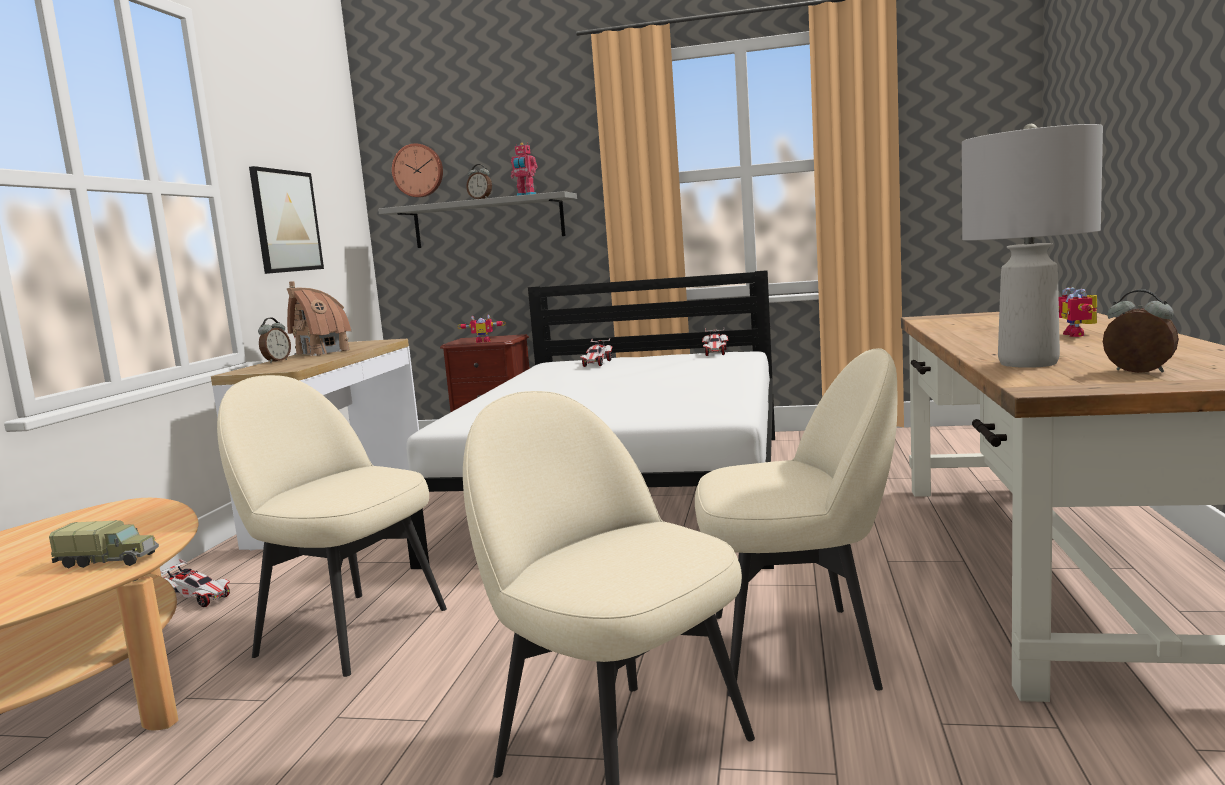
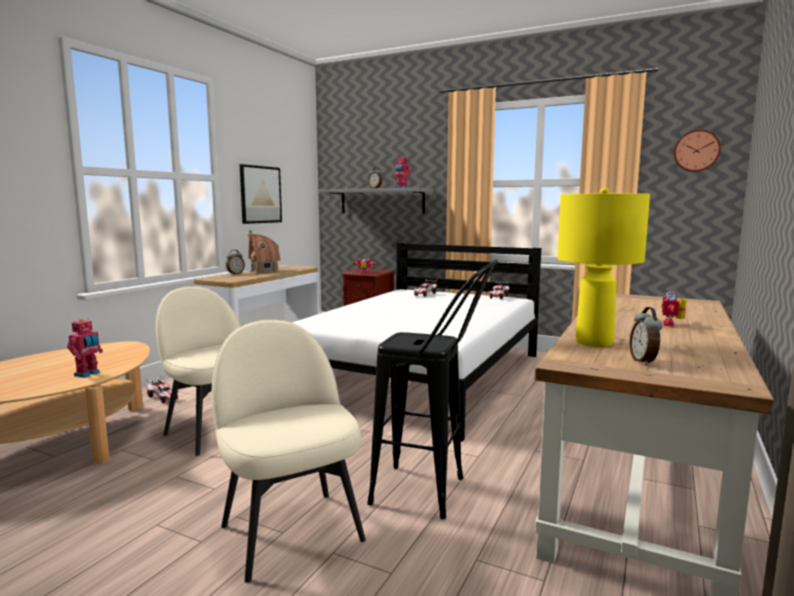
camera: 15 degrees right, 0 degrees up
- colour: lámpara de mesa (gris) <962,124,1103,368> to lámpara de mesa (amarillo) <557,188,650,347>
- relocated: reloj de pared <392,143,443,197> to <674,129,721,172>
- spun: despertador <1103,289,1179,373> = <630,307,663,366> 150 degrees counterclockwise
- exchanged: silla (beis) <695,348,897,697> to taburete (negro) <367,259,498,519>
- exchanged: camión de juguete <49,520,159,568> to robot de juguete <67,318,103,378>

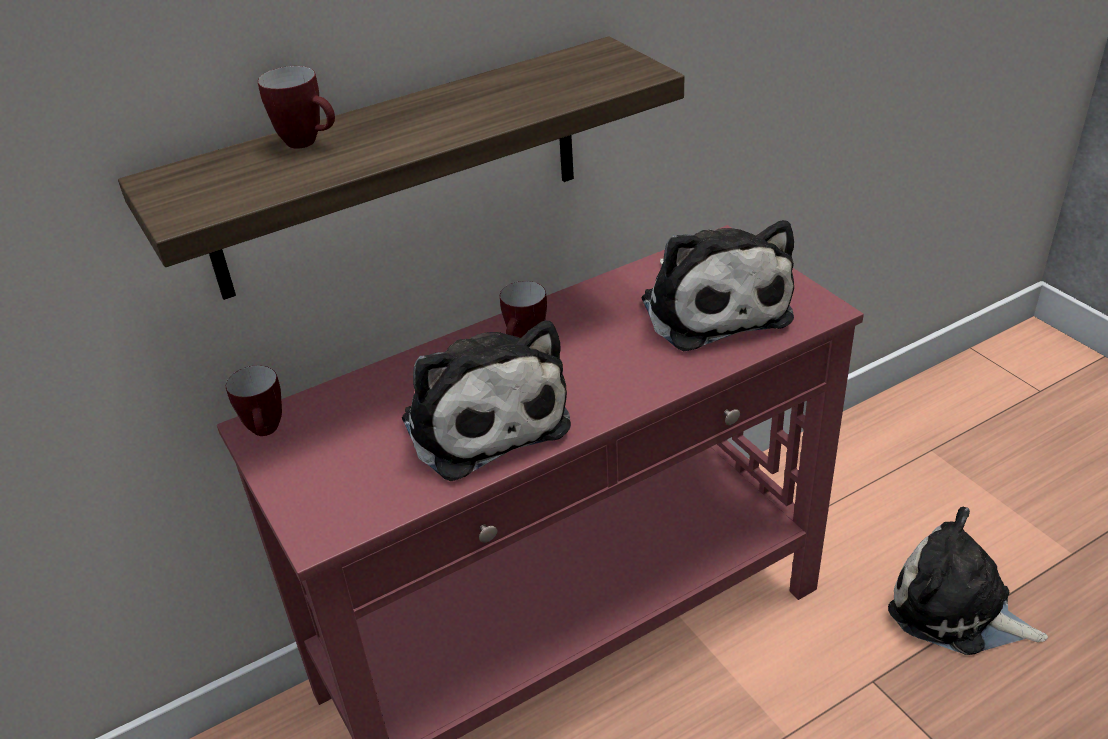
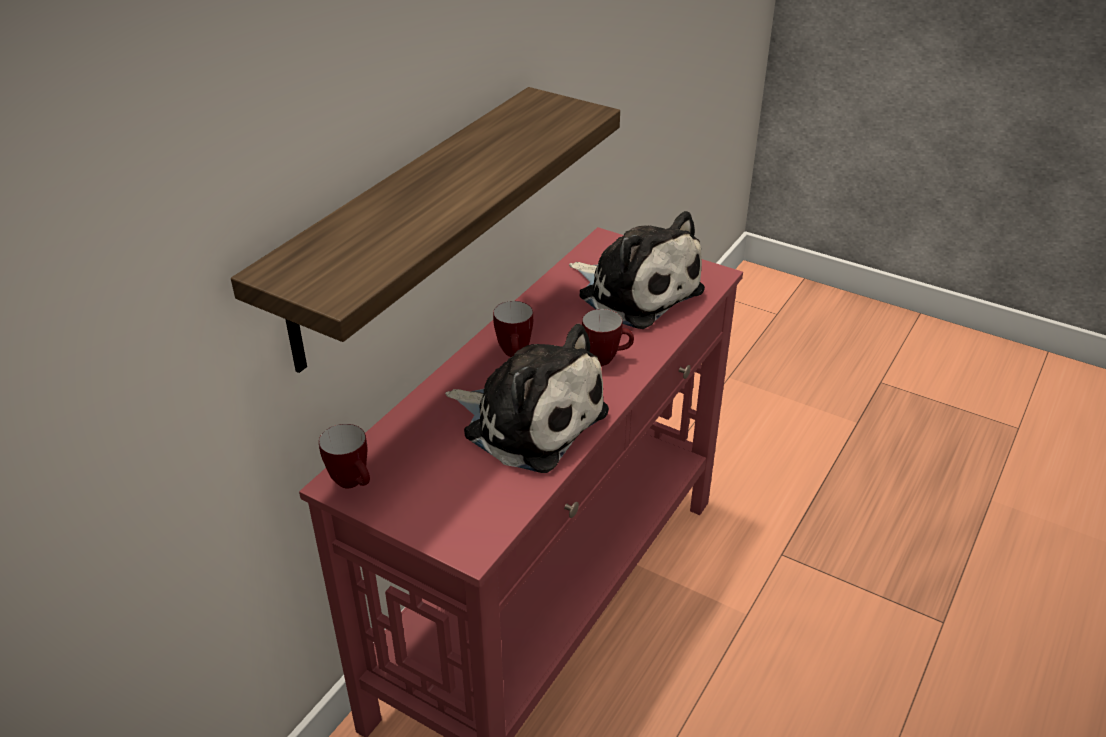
camera: 30 degrees left, 0 degrees up
- relocated: taza grande <258,66,335,149> to <582,309,634,366>
- missing: peluche <888,507,1048,655>

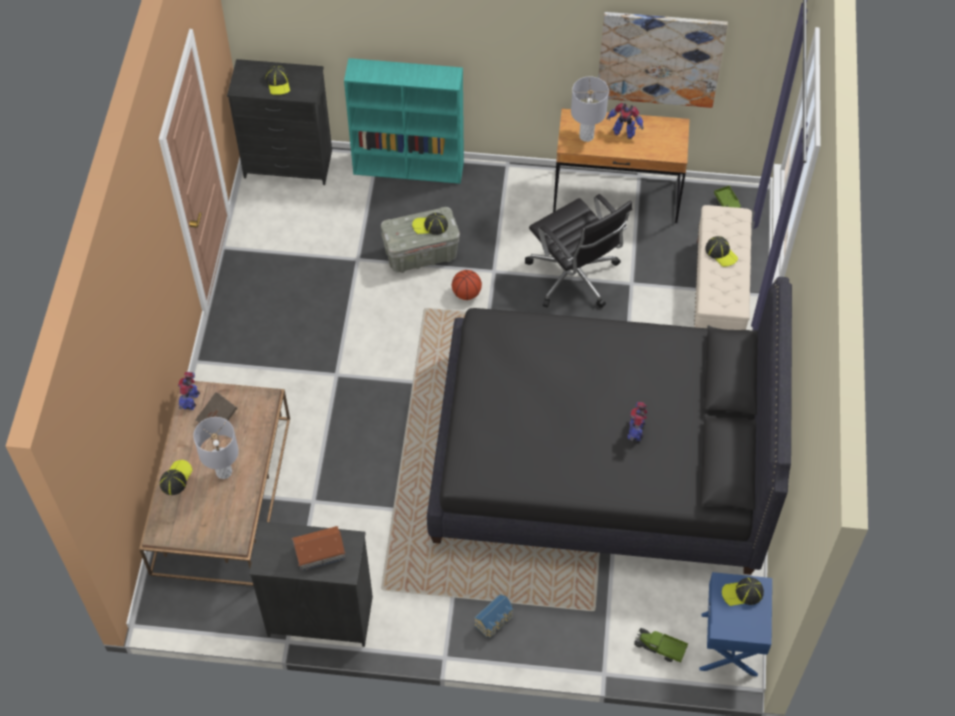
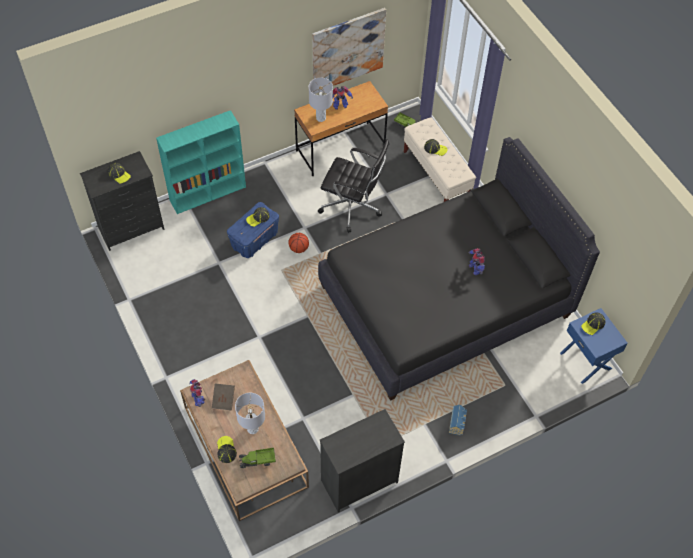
camera: 35 degrees left, 0 degrees up
- colour: caja de almacenaje (gris) <381,207,460,273> to caja de almacenaje (azul) <227,202,279,258>
- missing: casita <291,526,346,571>
- relocated: camión de juguete <634,628,688,663> to <239,448,276,468>

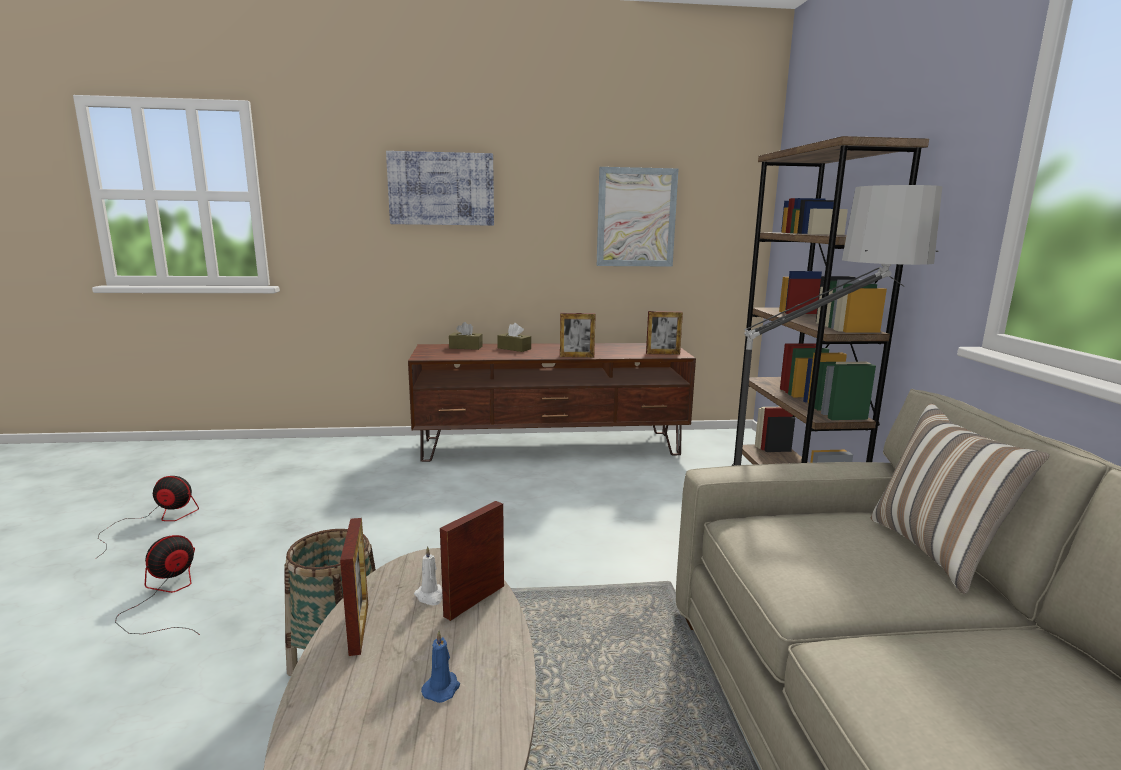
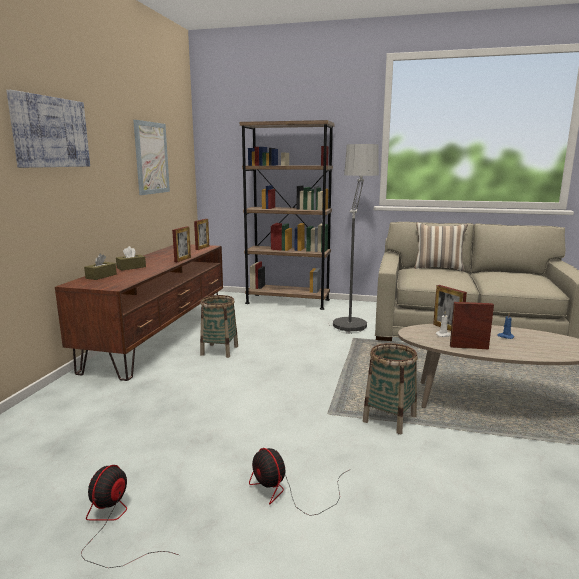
camera: 70 degrees left, 0 degrees up
- appeared: cesta <200,295,238,358>

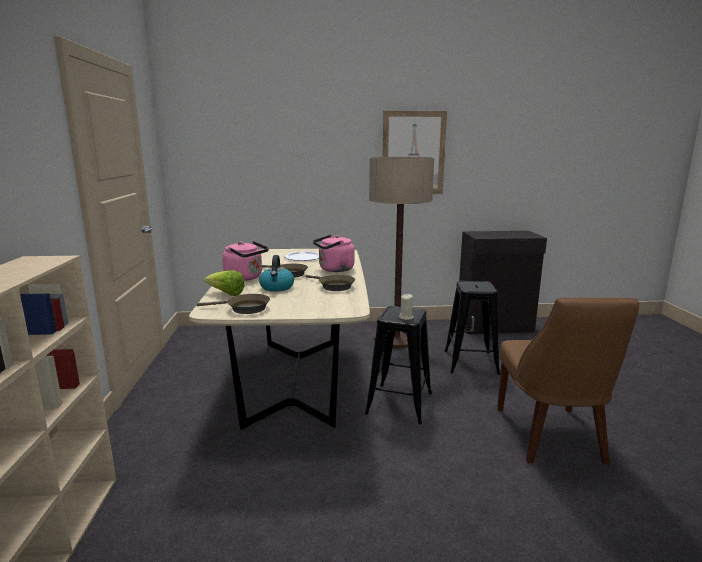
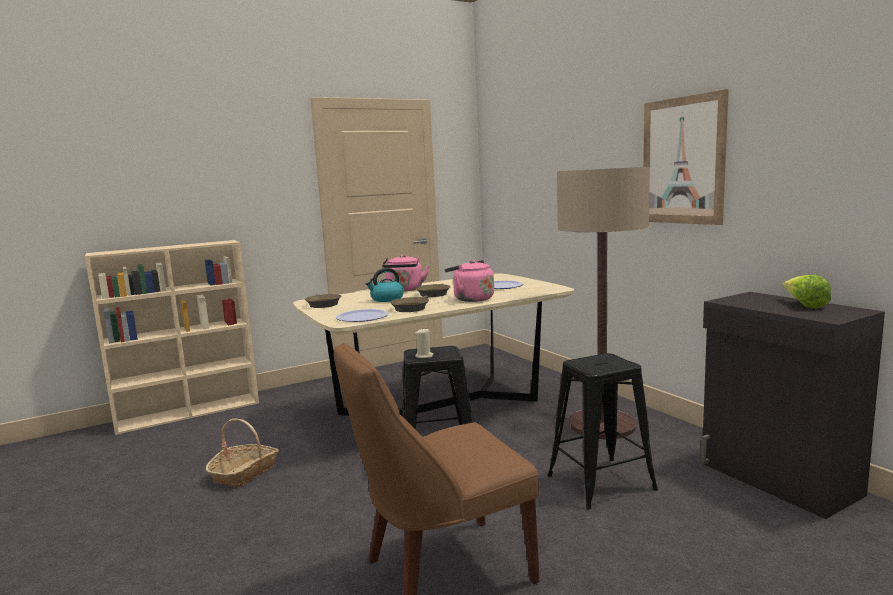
camera: 65 degrees right, 5 degrees down
- relocated: lechuga <204,270,244,296> to <782,275,831,309>
- appeared: plato <336,309,389,322>
- appeared: cesta <206,418,279,488>

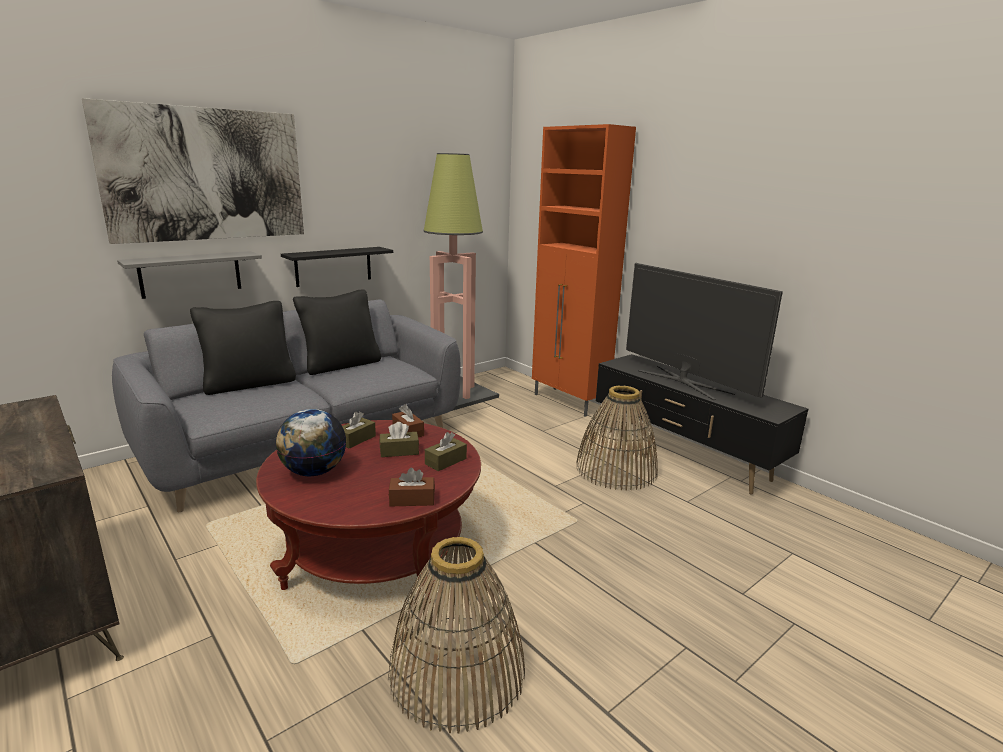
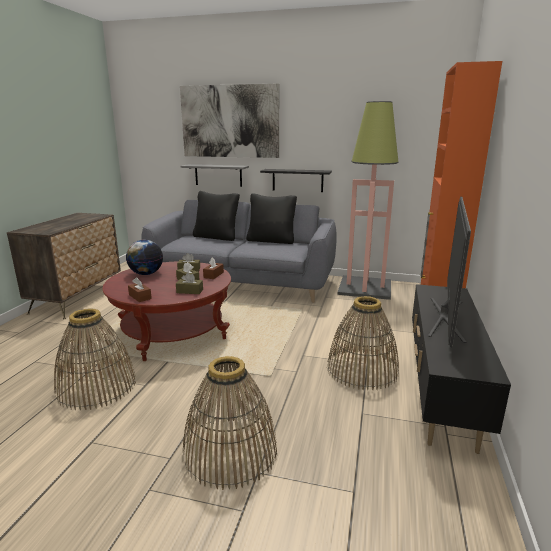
camera: 55 degrees right, 0 degrees up
- appeared: cesta <183,356,277,490>

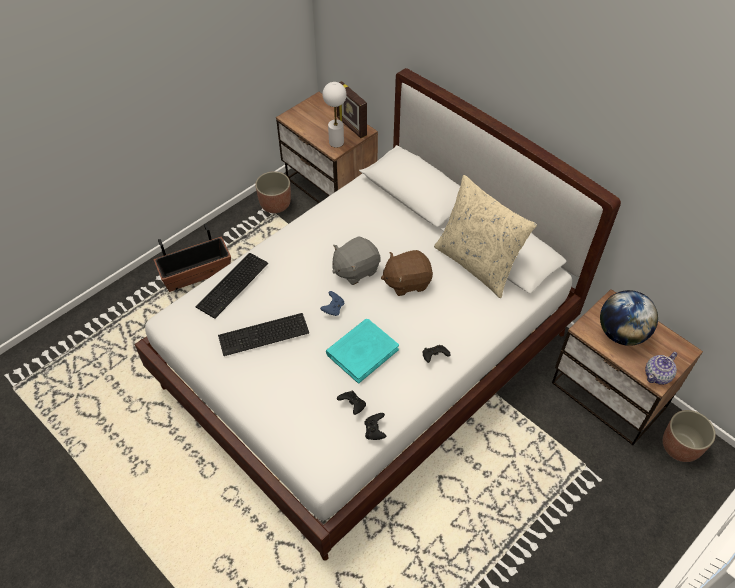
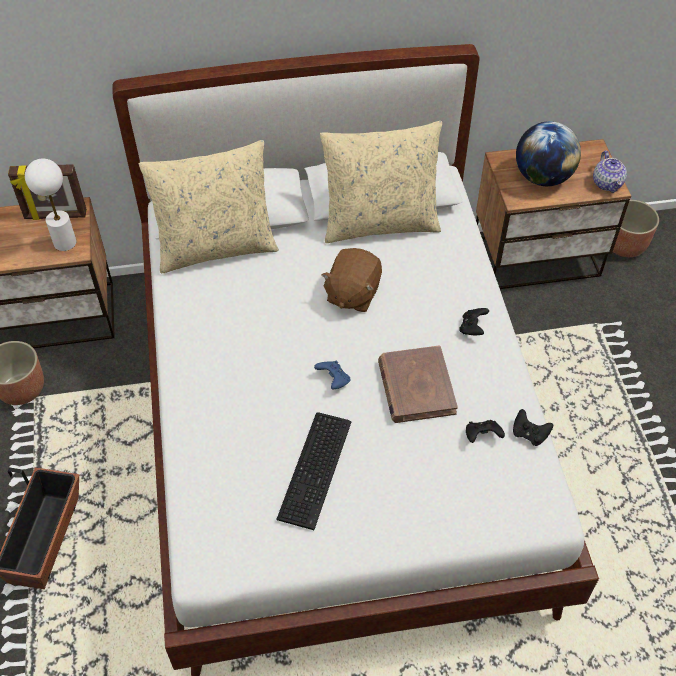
camera: 55 degrees left, 0 degrees up
- missing: peluche (gris) <332,236,381,285>
- missing: teclado <196,253,268,319>
- colour: libro (turquesa) <326,319,399,383> to libro (marrón) <378,345,458,423>
- appeared: cojín (beis) <139,140,279,273>

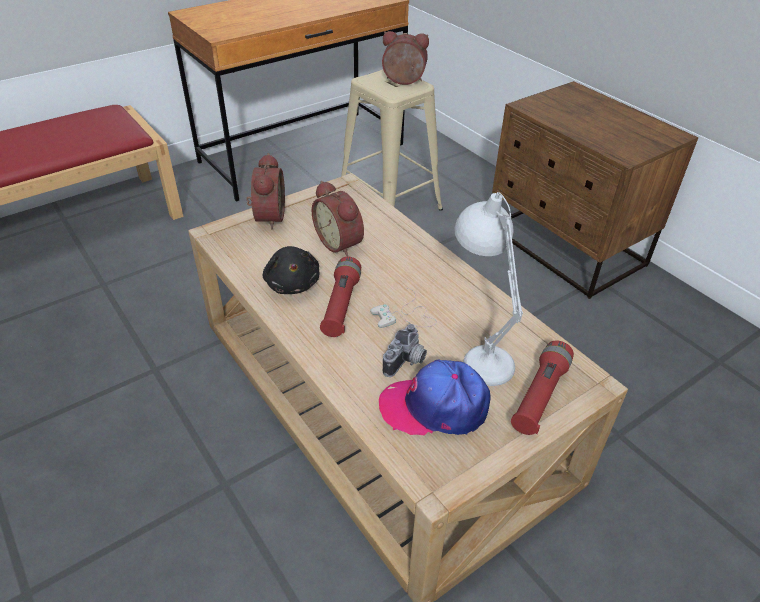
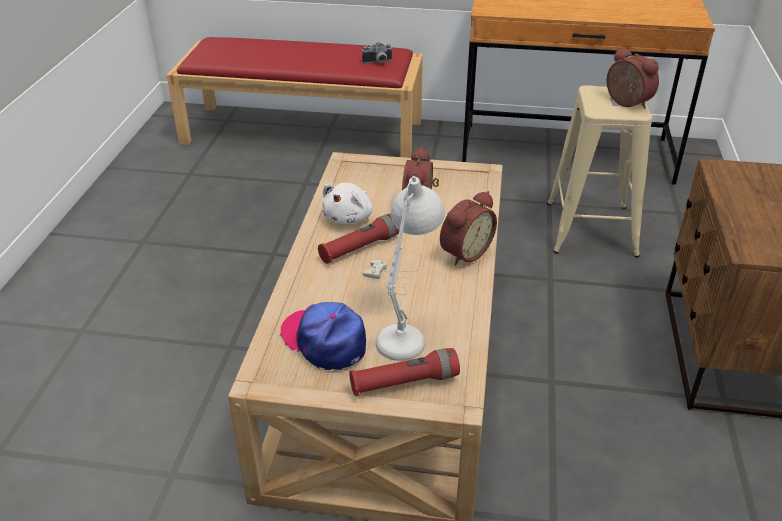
camera: 45 degrees right, 5 degrees down
- relocated: despertador <246,153,285,229> to <440,191,497,266>
- colour: peluche (negro) <263,246,319,294> to peluche (blanco) <322,183,373,224>
- relocated: cámara <383,324,427,377> to <362,42,392,63>

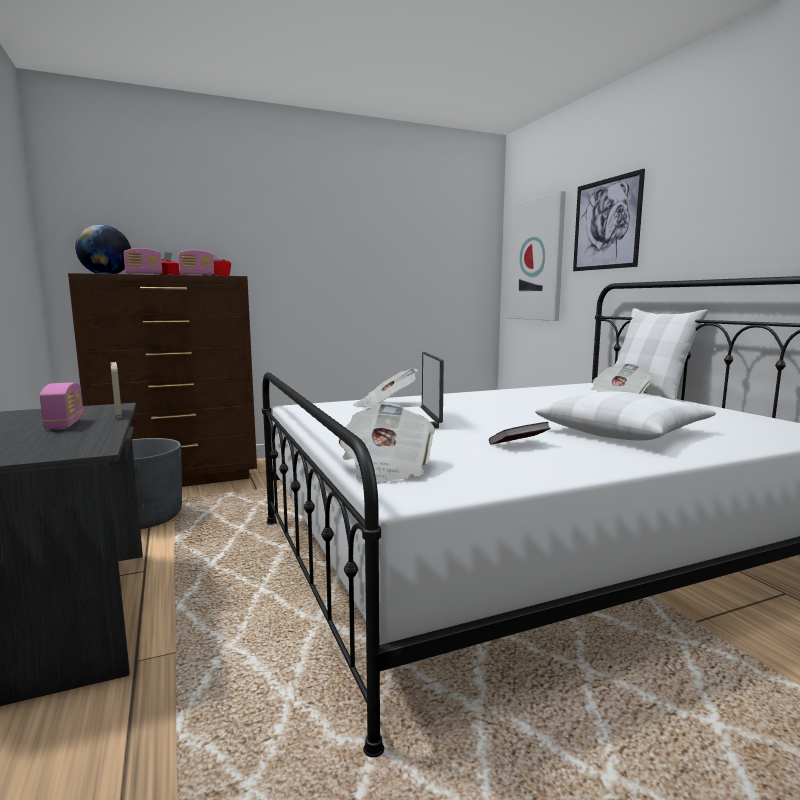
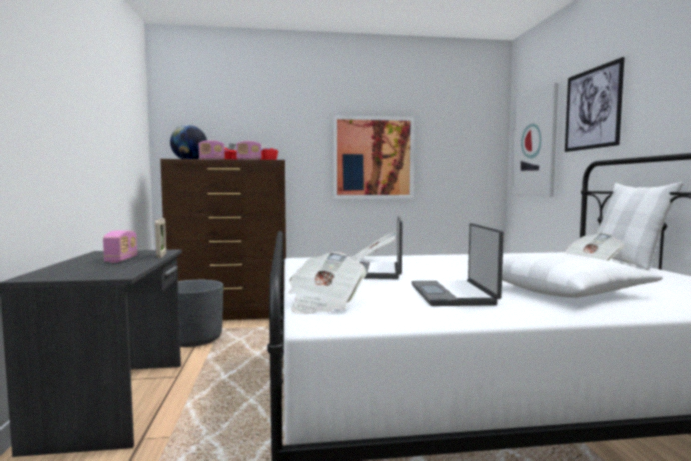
camera: 15 degrees right, 5 degrees down
- exchanged: libro <489,422,550,445> to portátil <411,223,504,306>
- appeared: cuadro <333,115,414,199>

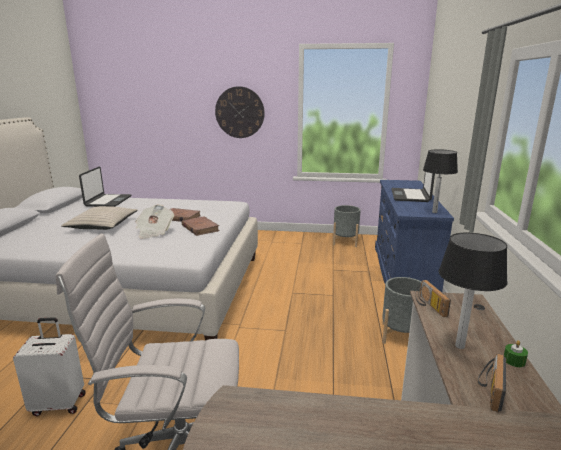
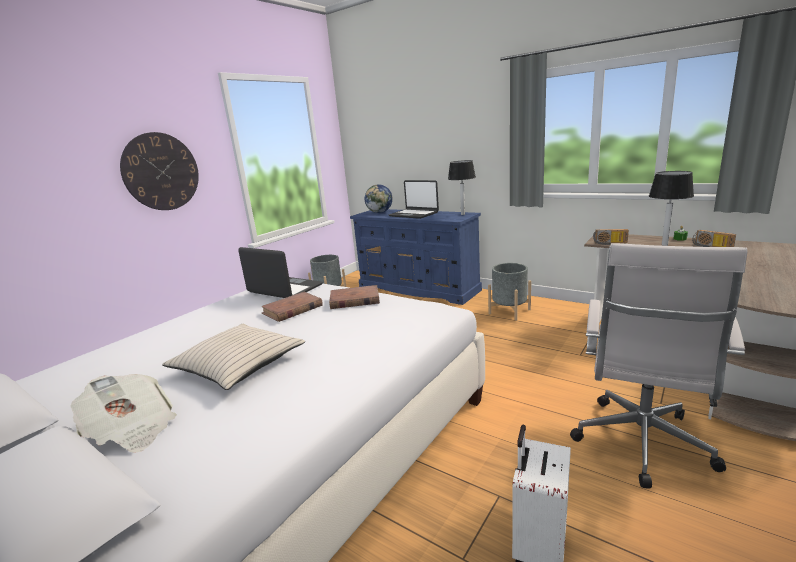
camera: 60 degrees left, 0 degrees up
- relocated: portátil <79,166,131,207> to <238,247,323,298>
- relocated: periódico <136,205,174,239> to <70,374,177,453>
- appeared: globo terráqueo <365,185,393,213>

